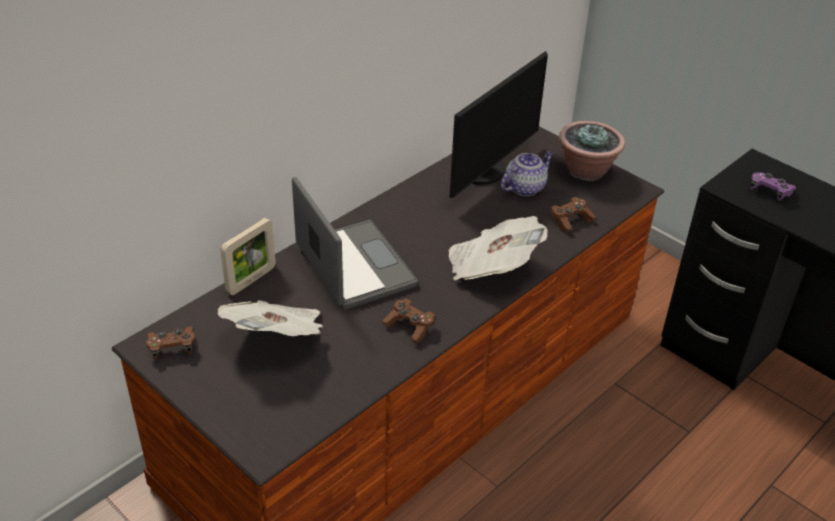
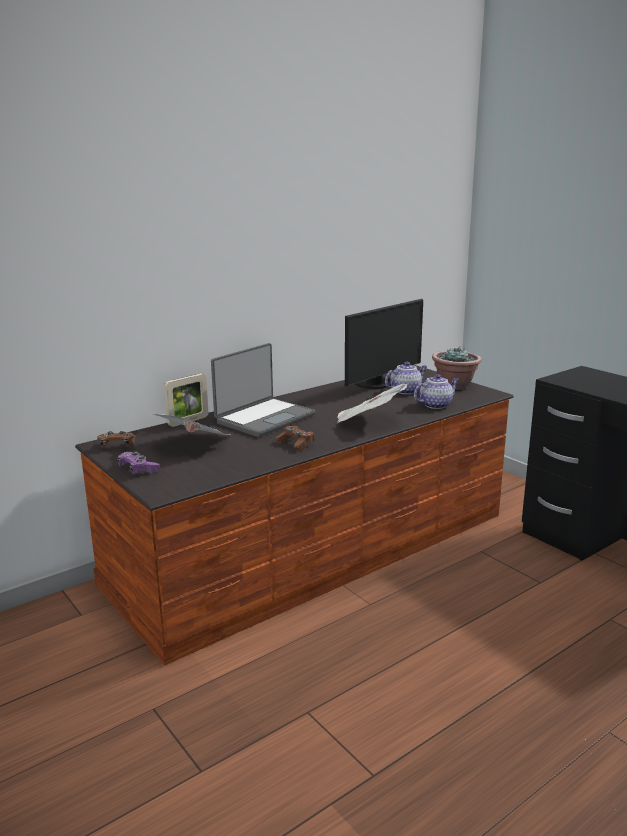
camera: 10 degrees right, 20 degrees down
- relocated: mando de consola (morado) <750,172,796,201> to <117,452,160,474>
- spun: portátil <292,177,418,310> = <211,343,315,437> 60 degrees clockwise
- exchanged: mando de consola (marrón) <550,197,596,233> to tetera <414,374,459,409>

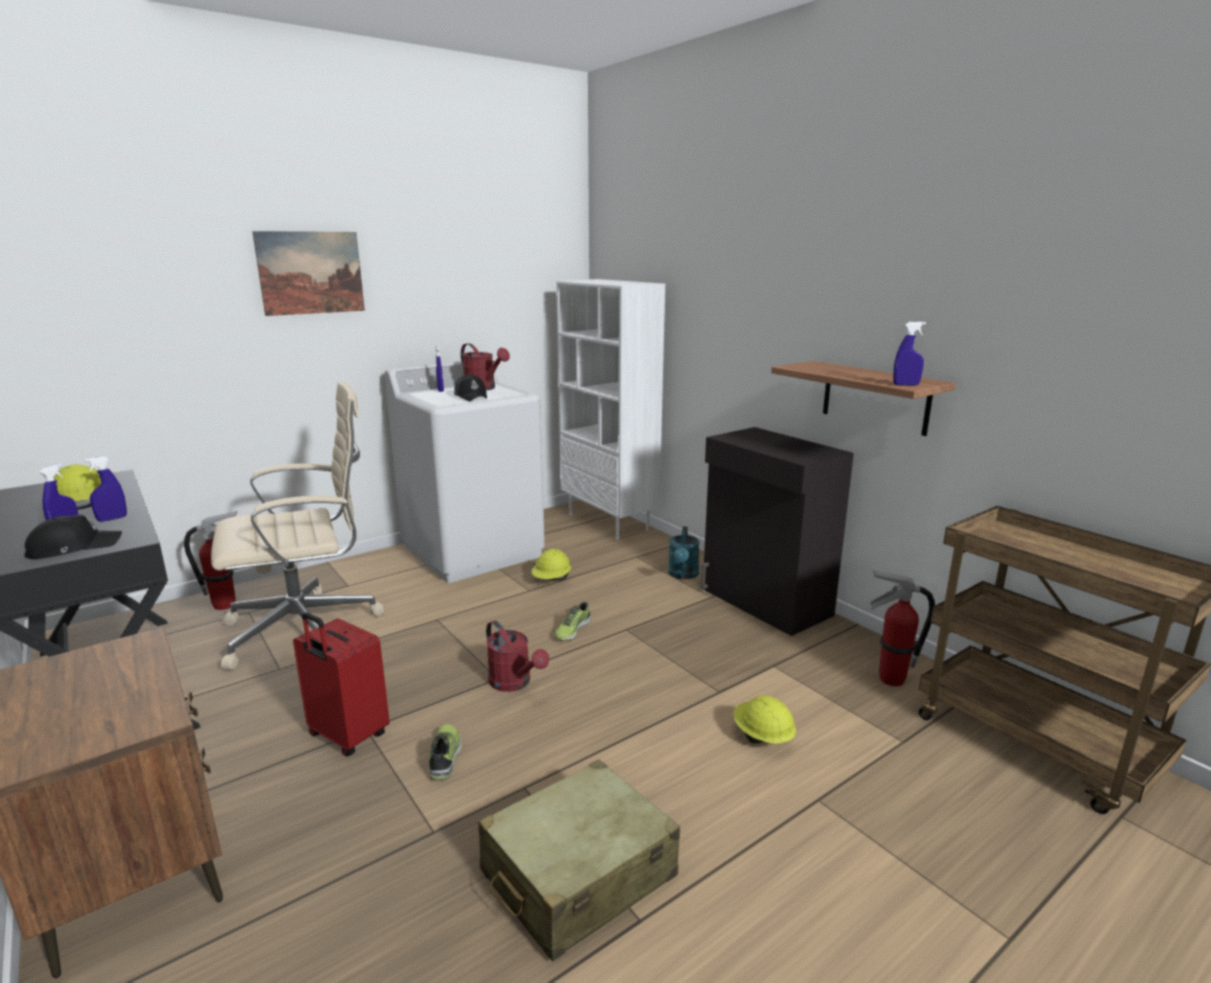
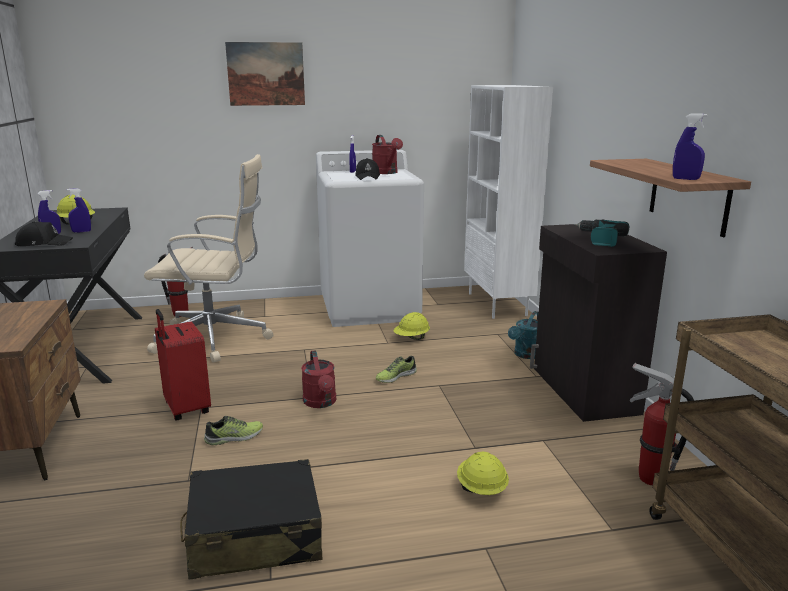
camera: 25 degrees right, 0 degrees up
- spun: zapato <429,724,462,781> = <204,416,263,445> 45 degrees clockwise
- colour: maleta (beis) <478,760,680,961> to maleta (negro) <180,459,322,579>
- appeared: taladro <575,219,629,247>

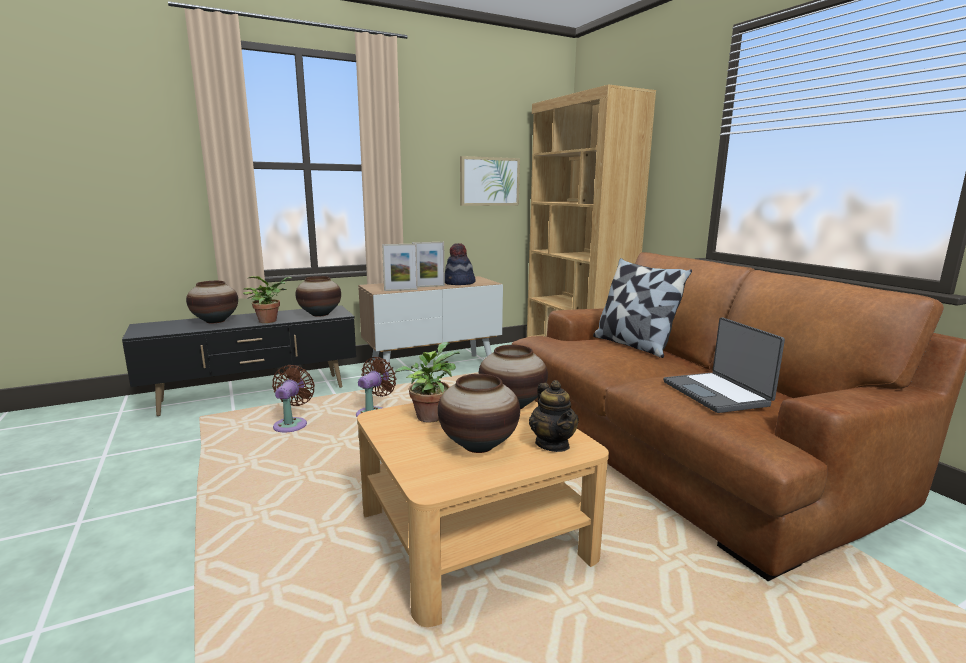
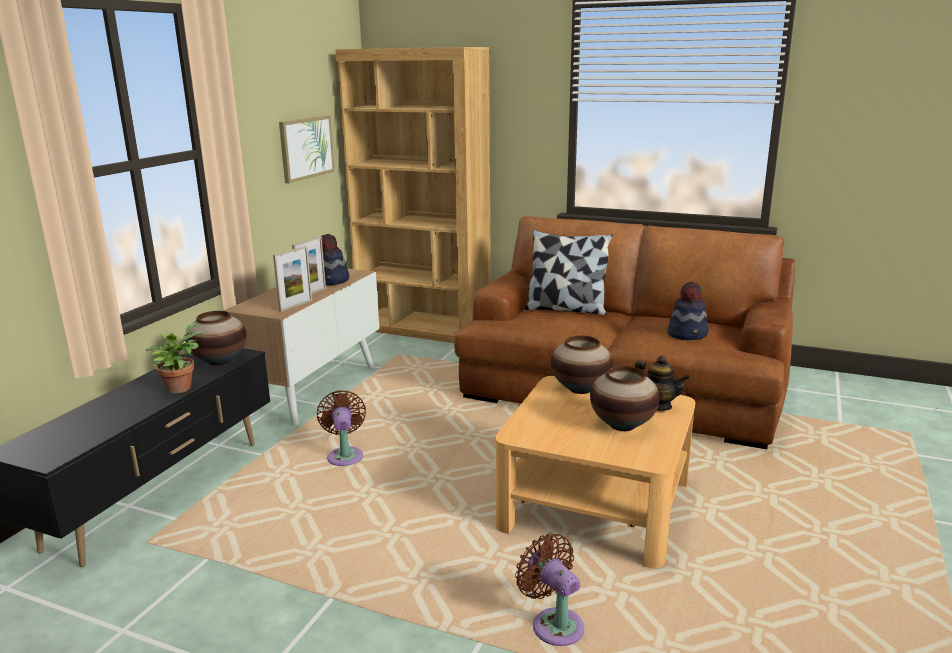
camera: 40 degrees left, 5 degrees up
- missing: florero <186,281,238,323>
- exchanged: portátil <663,317,785,413> to sombrero <668,282,708,340>
- missing: planta en maceta <395,342,460,423>
- relocated: ventilador (marrón) <272,365,315,433> to <515,533,584,646>

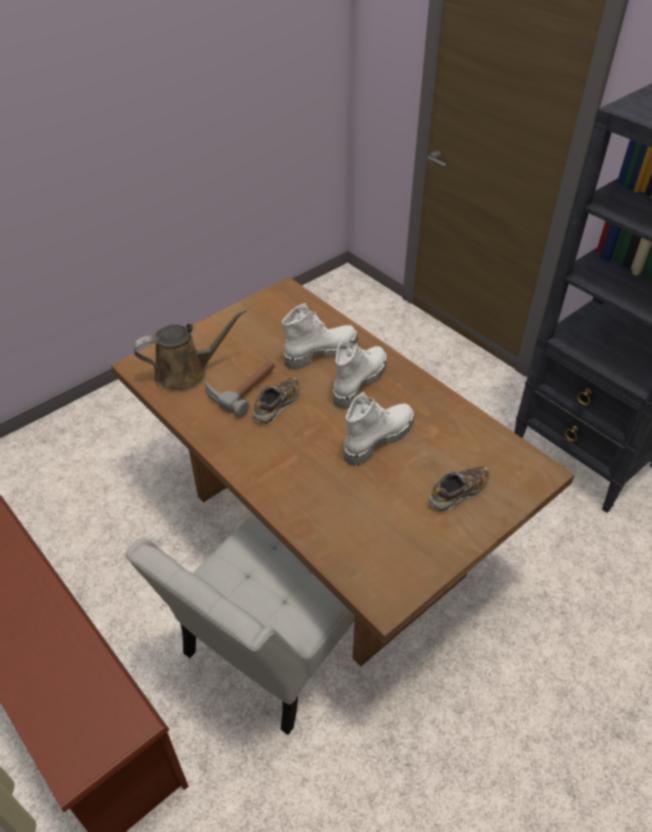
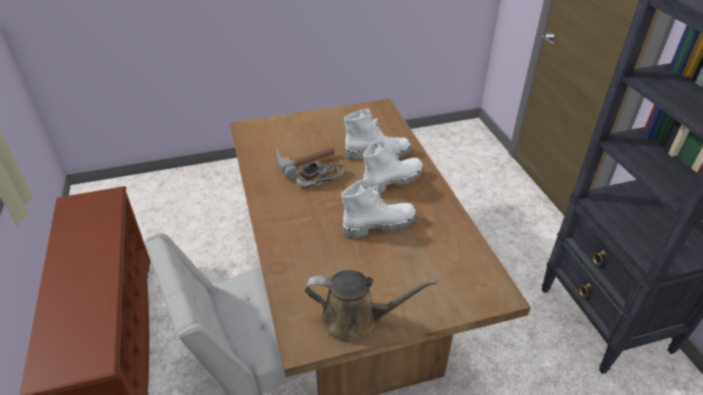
camera: 25 degrees right, 5 degrees down
- relocated: regadera (marrón) <134,309,247,392> to <305,270,437,344>
- missing: zapato <428,467,491,512>

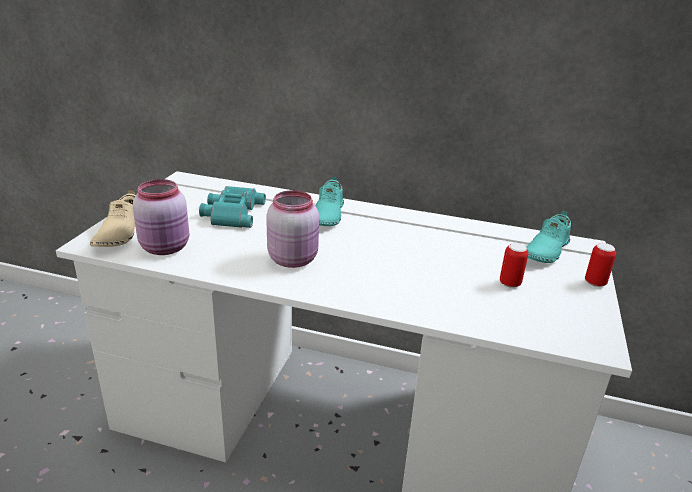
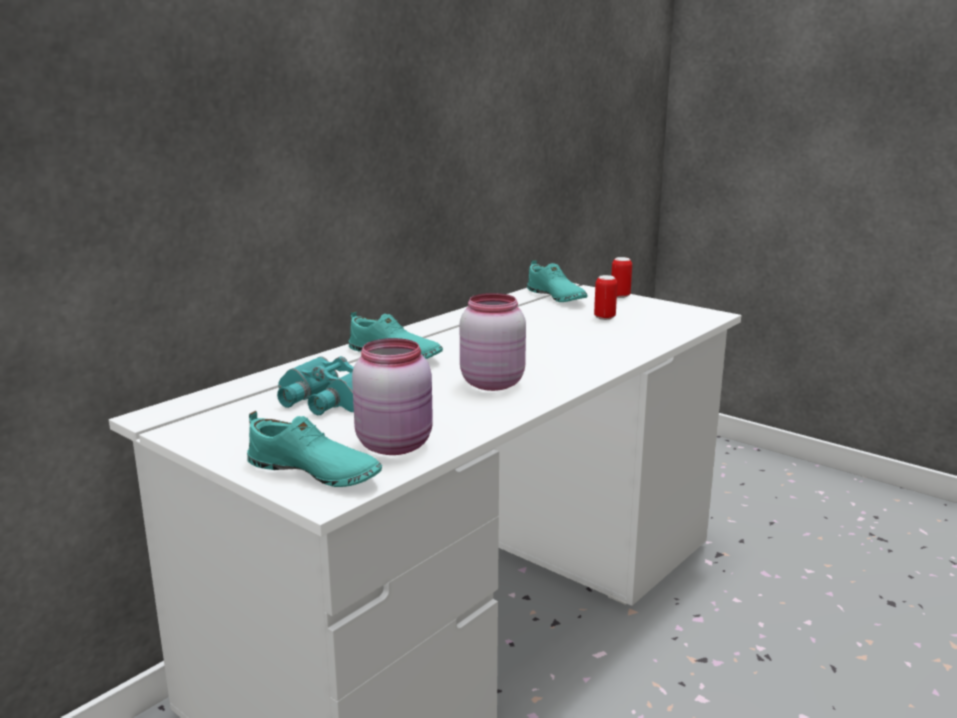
camera: 65 degrees left, 10 degrees down
- colour: zapato (beis) <90,189,136,247> to zapato (turquesa) <247,411,382,487>

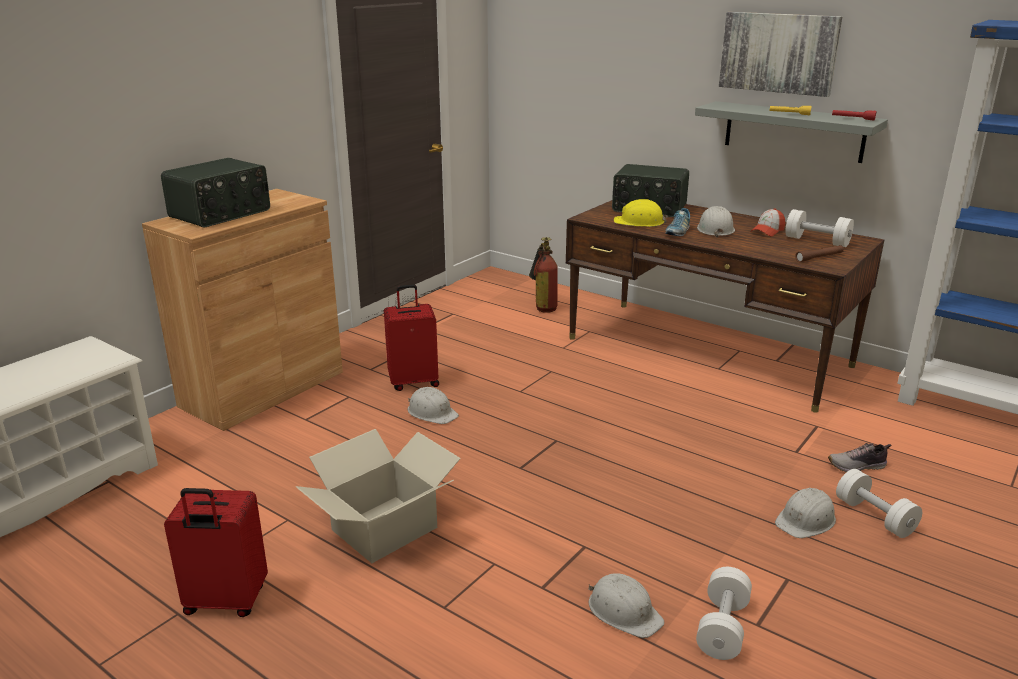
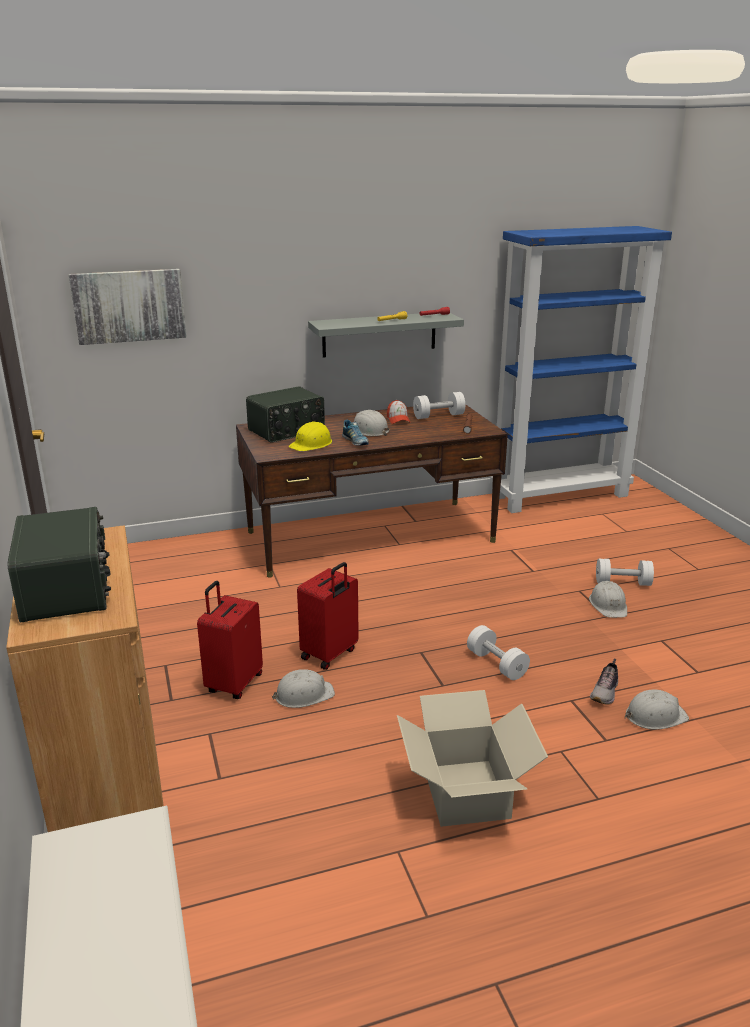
camera: 55 degrees left, 0 degrees up
- relocated: cuadro <719,12,842,97> to <69,269,187,345>
- missing: extintor <529,237,558,313>
- relocated: zapato <828,443,891,472> to <590,659,618,705>
- relocated: maleta (rojo) <164,488,268,617> to <297,562,359,670>
- relocated: mancuerna (blanco) <696,567,752,660> to <467,625,530,680>

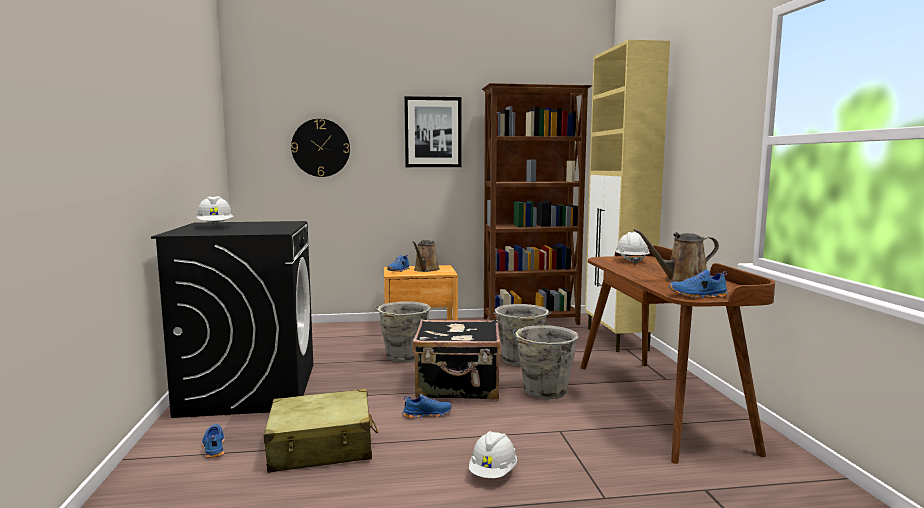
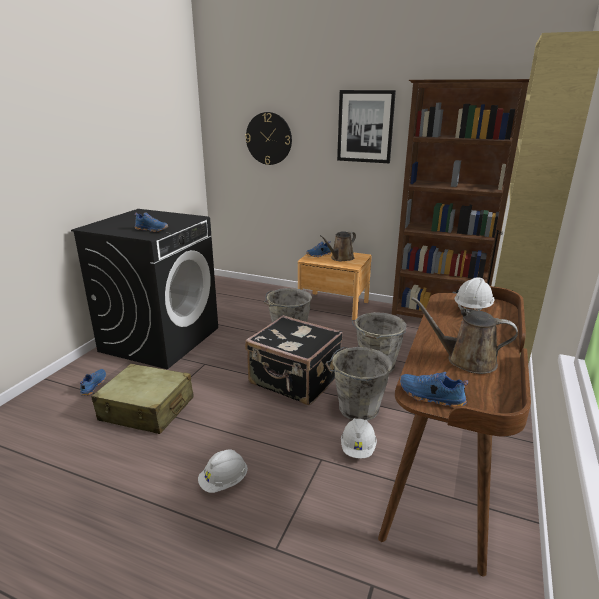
camera: 30 degrees right, 15 degrees up
- relocated: casco (blanco) <196,196,234,225> to <341,418,377,458>
- relocated: zapato (azul) <402,394,452,418> to <134,212,168,232>

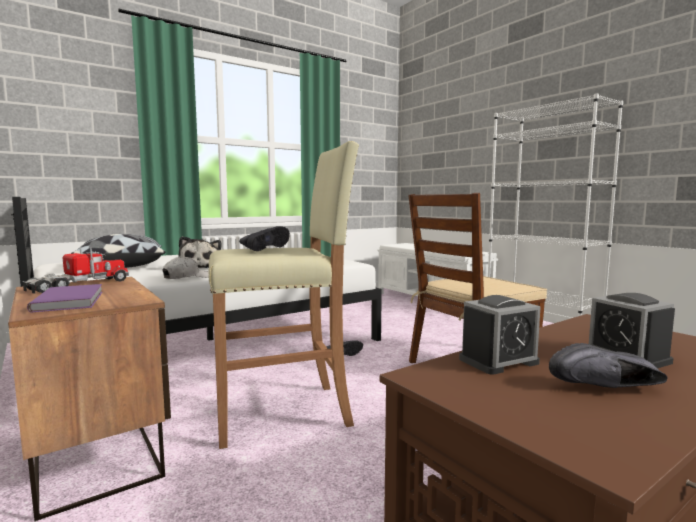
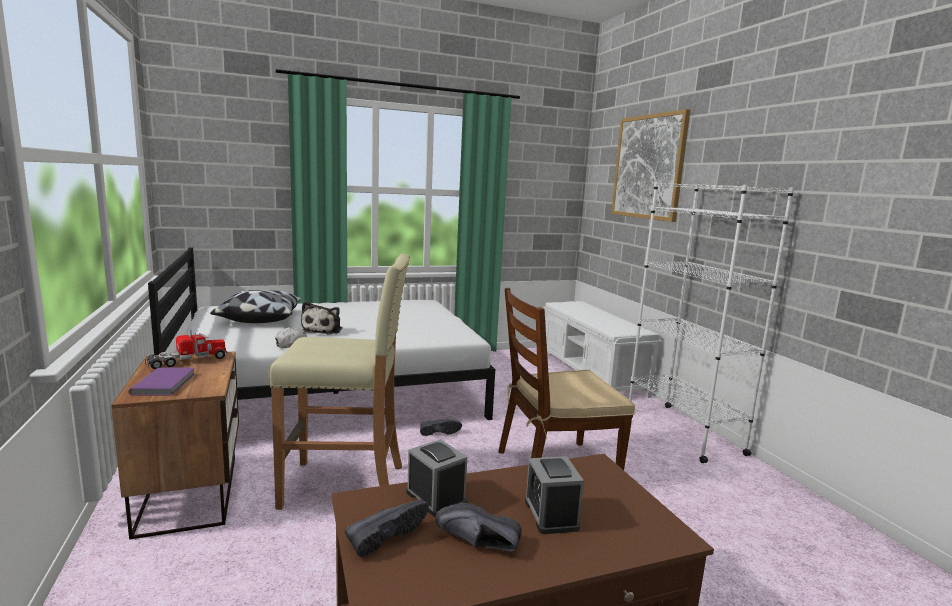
camera: 15 degrees right, 5 degrees up
- relocated: zapato (negro) <239,226,290,251> to <345,500,429,557>
- spun: despertador <459,295,541,375> = <406,439,467,517> 120 degrees counterclockwise
- appeared: cuadro <611,109,690,222>

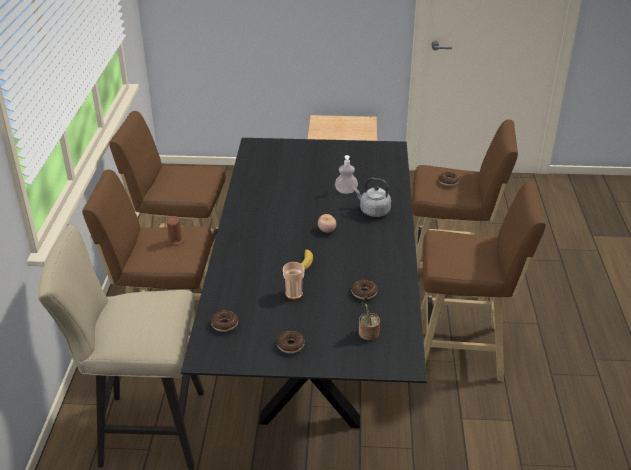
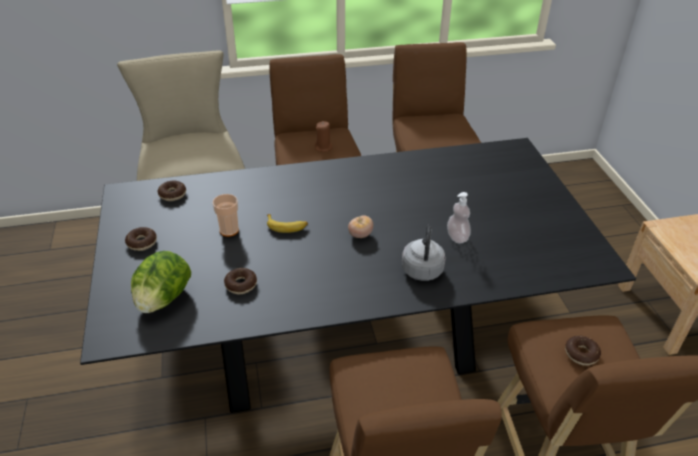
camera: 75 degrees right, 5 degrees up
- exchanged: planta en maceta <359,296,380,341> to lechuga <131,251,191,313>

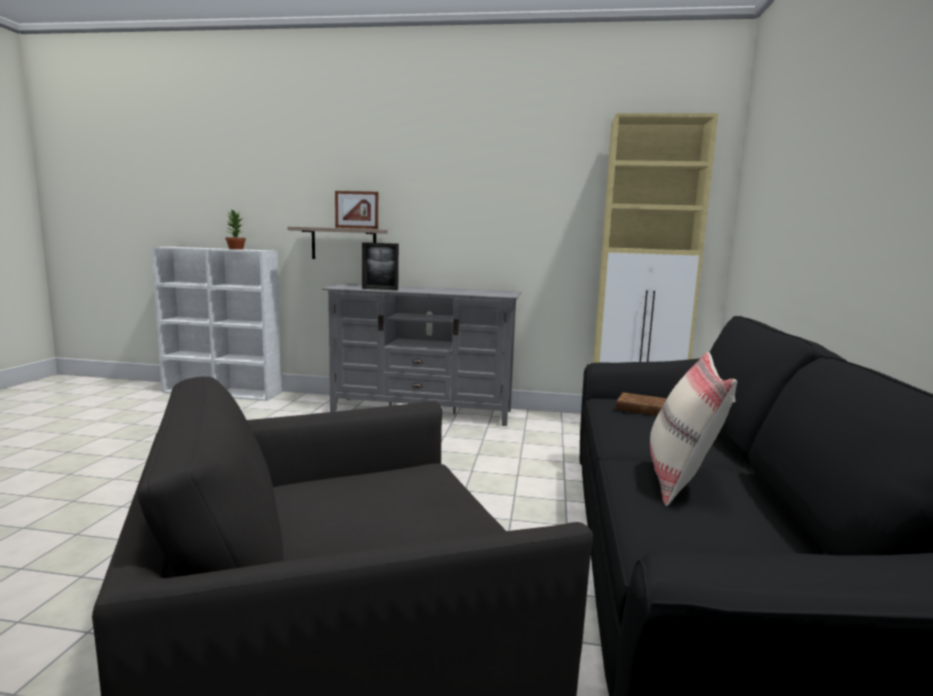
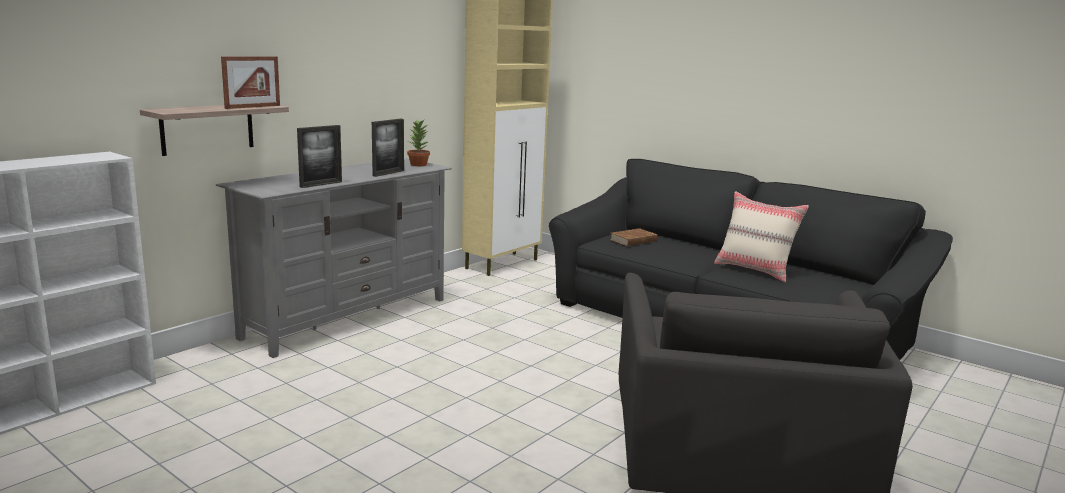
camera: 60 degrees left, 5 degrees up
- relocated: planta en maceta <225,210,246,250> to <407,120,430,166>
- appeared: portarretratos <372,119,404,177>

